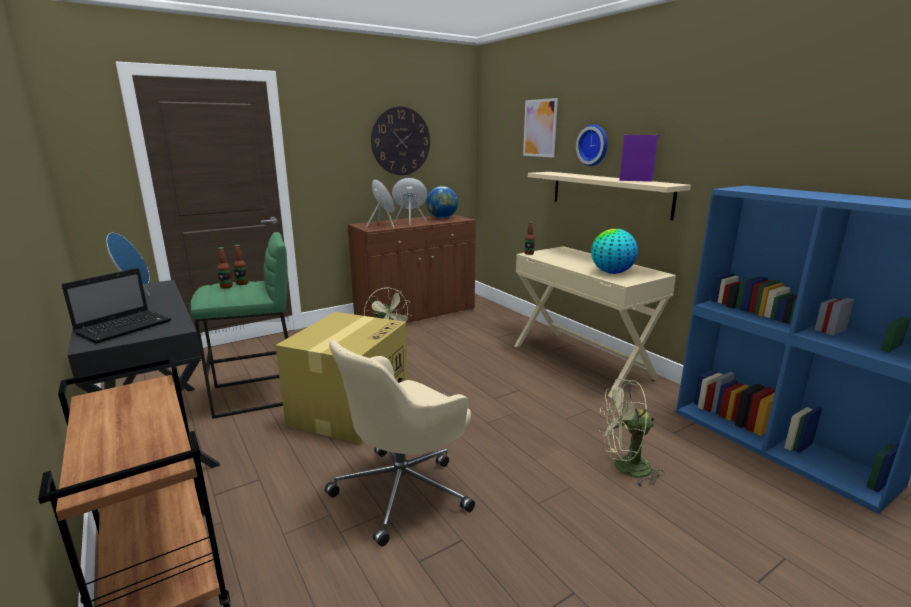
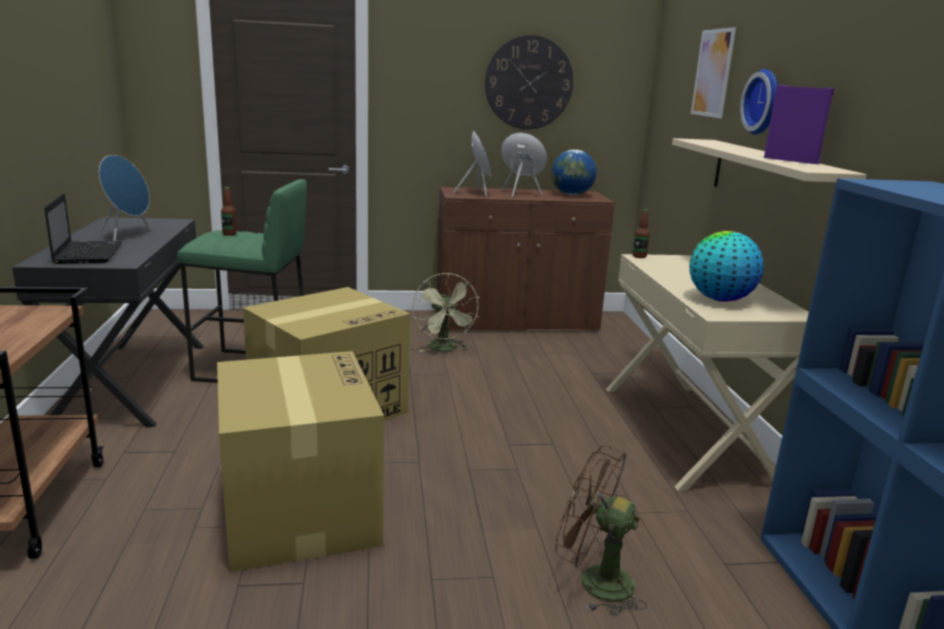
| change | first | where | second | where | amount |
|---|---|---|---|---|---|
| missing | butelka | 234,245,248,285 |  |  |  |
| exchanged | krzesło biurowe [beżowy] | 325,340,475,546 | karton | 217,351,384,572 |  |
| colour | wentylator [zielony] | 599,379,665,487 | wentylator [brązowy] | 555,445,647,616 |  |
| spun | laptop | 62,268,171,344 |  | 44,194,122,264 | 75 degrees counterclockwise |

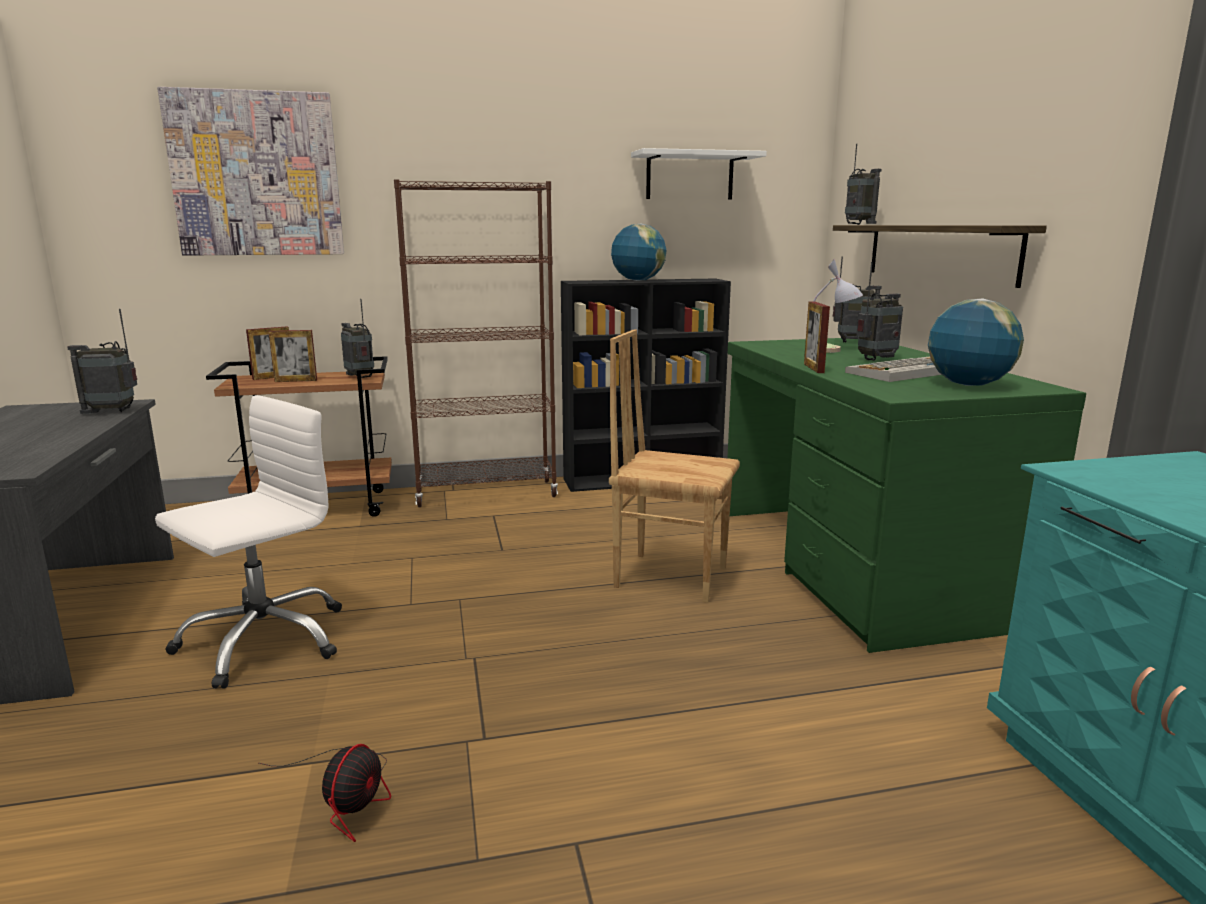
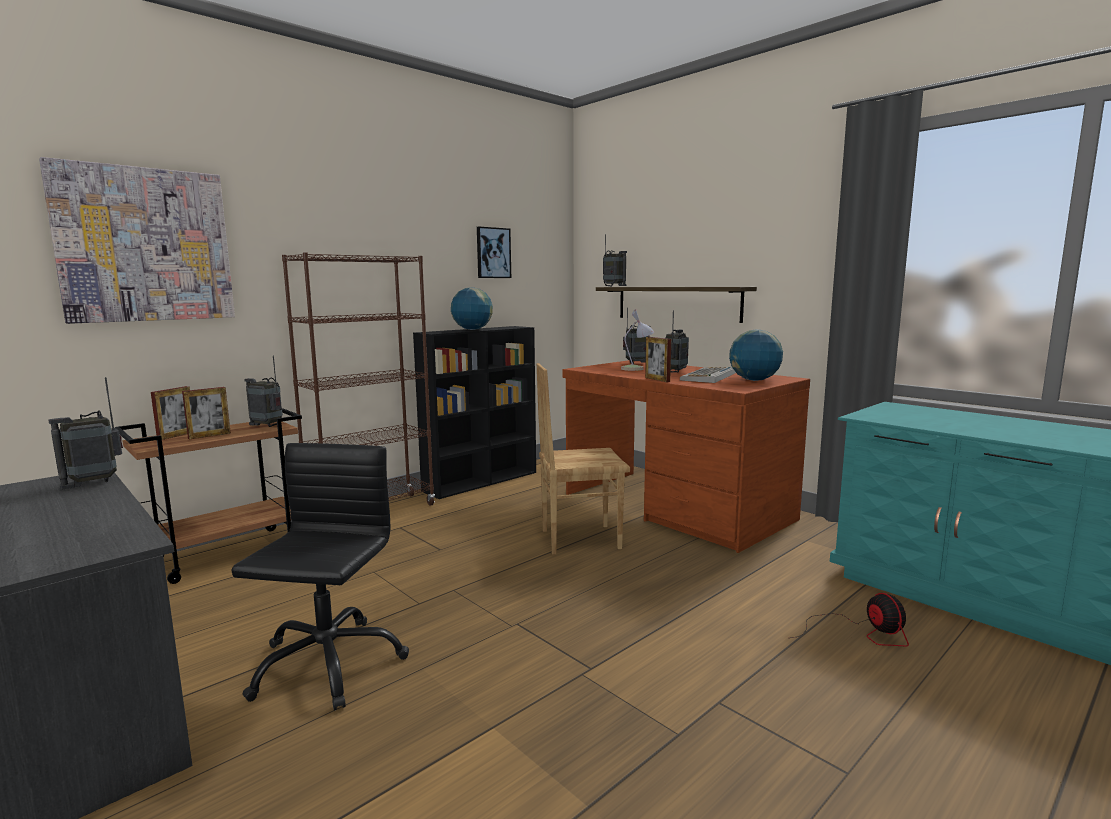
| change | first | where | second | where | amount |
|---|---|---|---|---|---|
| relocated | wentylator | 259,744,391,842 |  | 791,593,909,647 |  |
| exchanged | półka [biały] | 631,148,767,200 | obraz | 477,226,511,278 |  |
| colour | krzesło biurowe [biały] | 155,395,342,688 | krzesło biurowe [czarny] | 231,443,409,710 |  |
| colour | biurko [zielony] | 727,338,1086,653 | biurko [brązowy] | 562,360,810,553 |  |

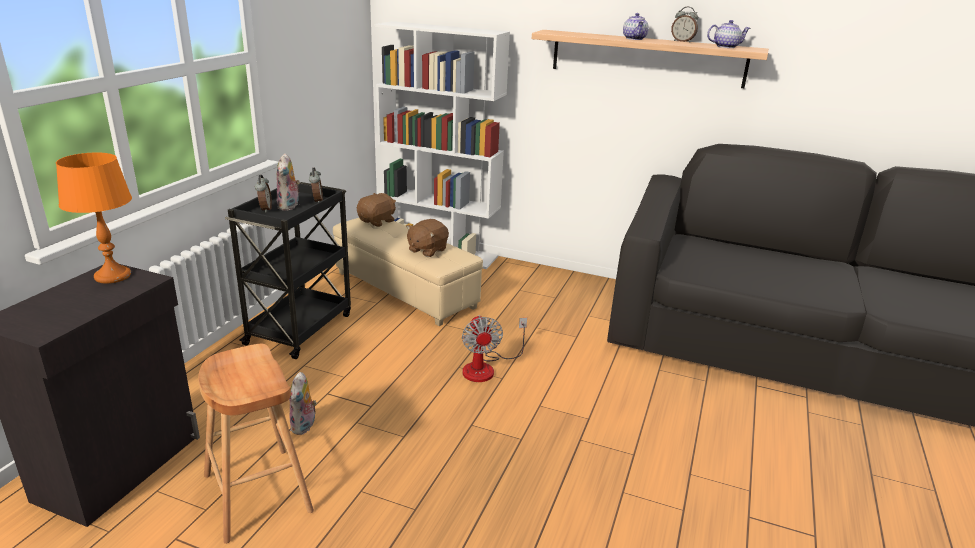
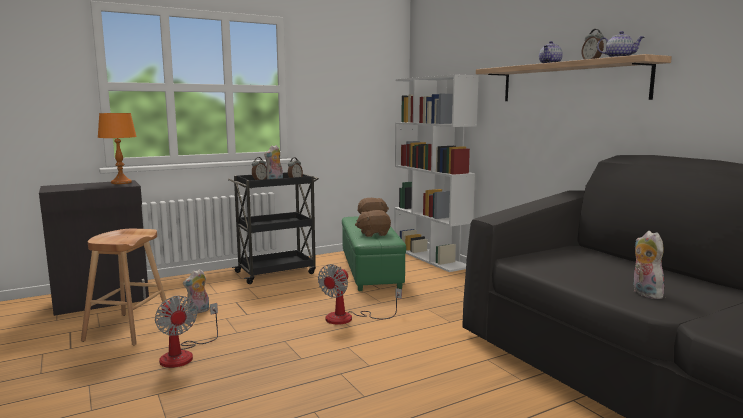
| change | first | where | second | where | amount |
|---|---|---|---|---|---|
| appeared |  |  | wentylator | 155,296,218,368 |  |
| appeared |  |  | pluszak | 633,231,664,299 |  |
| colour | pufa [beżowy] | 333,218,483,326 | pufa [zielony] | 342,216,406,291 |  |

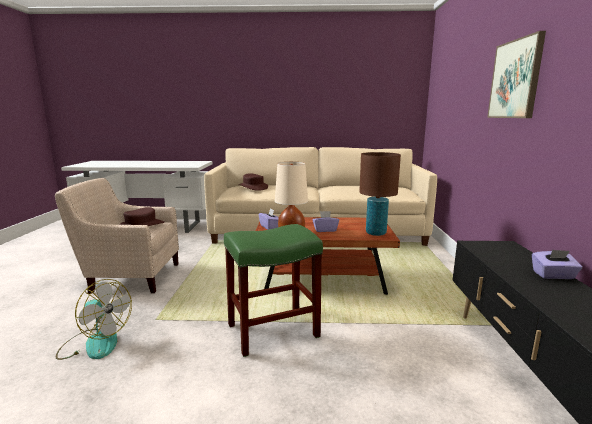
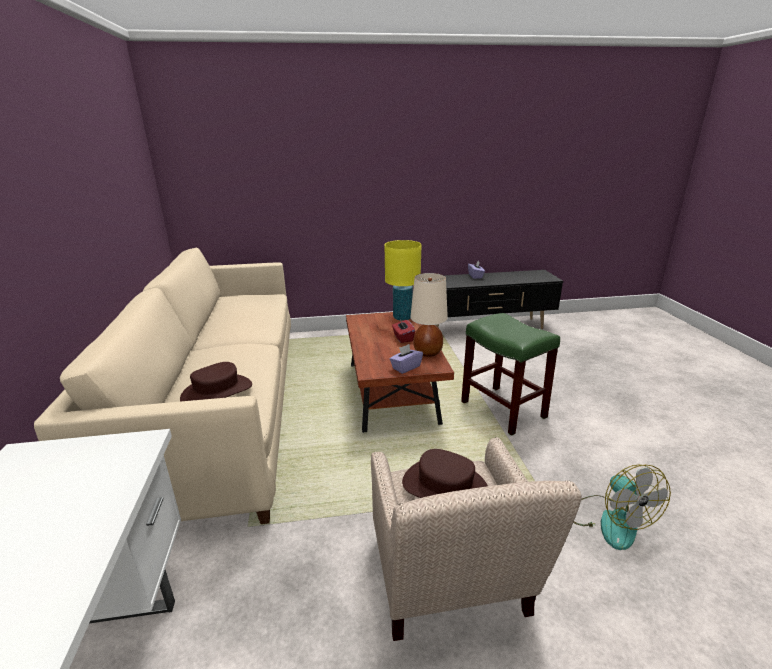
| change | first | where | second | where | amount |
|---|---|---|---|---|---|
| missing | obraz | 487,31,546,118 |  |  |  |
| colour | pudełko chusteczek [fioletowy] | 313,211,339,232 | pudełko chusteczek [czerwony] | 392,320,415,343 |  |
| colour | lampa stołowa [brązowy] | 359,152,401,236 | lampa stołowa [żółty] | 384,240,421,321 |  |
| spun | wentylator | 56,279,132,360 |  | 573,464,671,550 | 150 degrees clockwise |

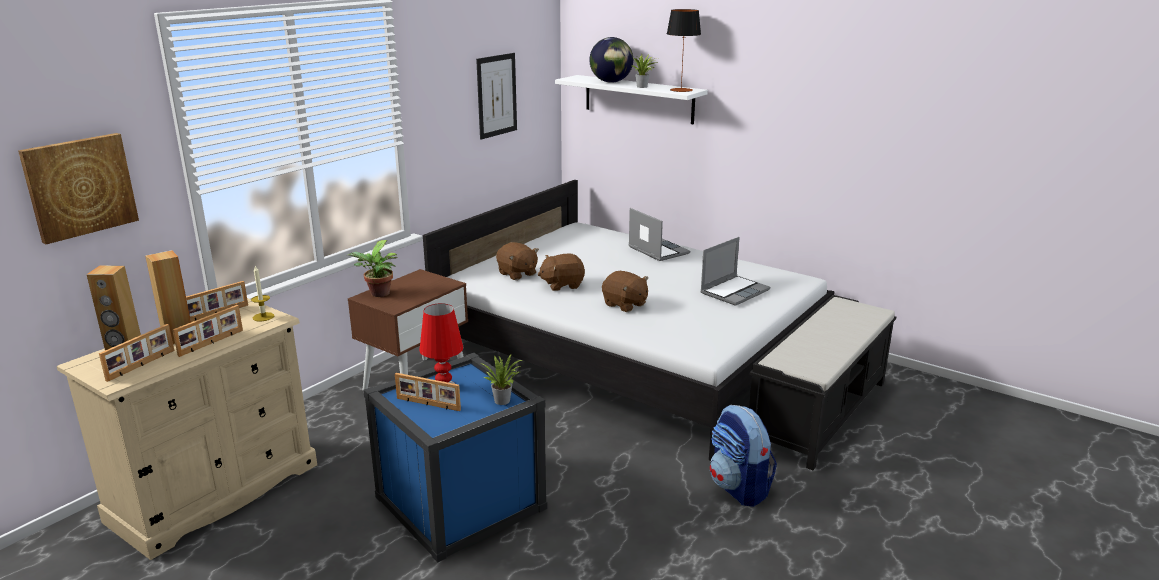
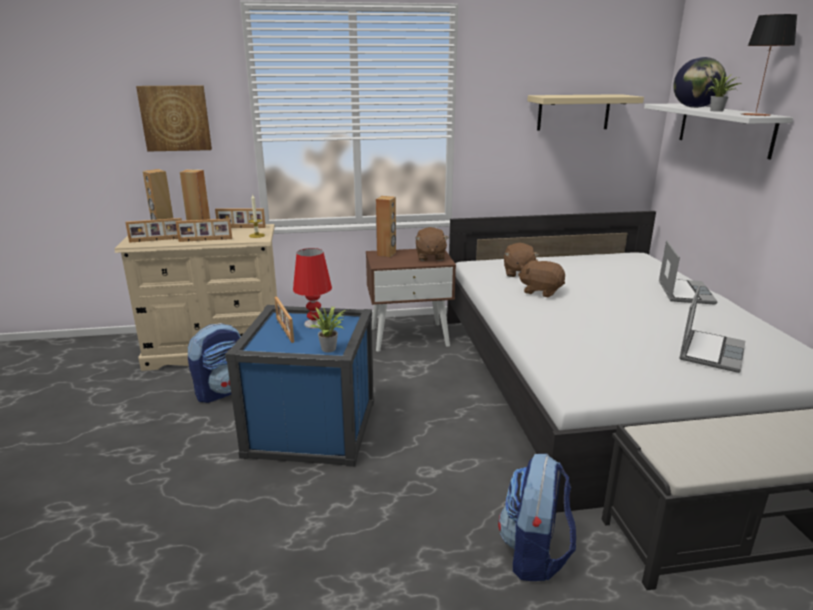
| change | first | where | second | where | amount |
|---|---|---|---|---|---|
| appeared |  |  | plecak | 188,323,241,403 |  |
| relocated | pluszak [brązowy] | 602,271,648,312 |  | 415,227,449,261 |  |
| exchanged | roślina doniczkowa | 346,240,397,297 | głośnik [brązowy] | 376,196,396,257 |  |
| exchanged | obraz | 476,53,517,140 | półka [beżowy] | 527,94,644,131 |  |
| spun | laptop | 700,237,770,306 |  | 679,284,745,373 | 60 degrees counterclockwise |

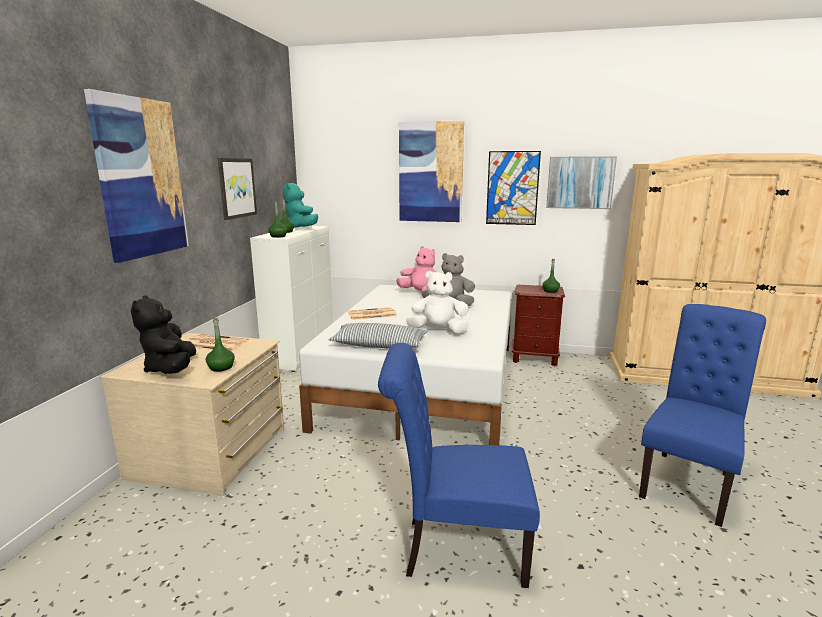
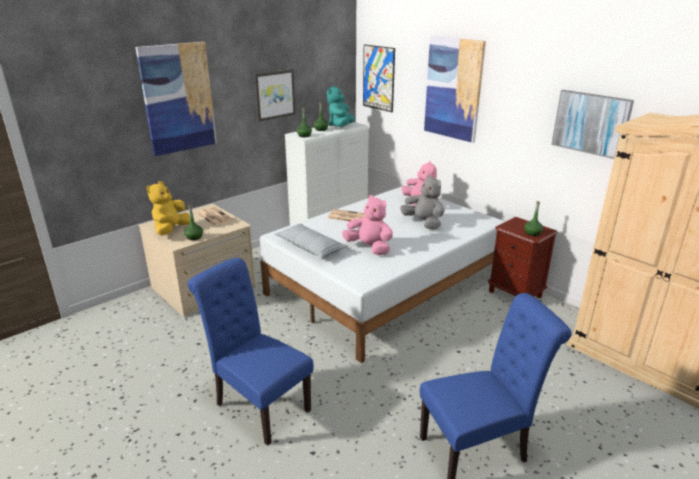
| change | first | where | second | where | amount |
|---|---|---|---|---|---|
| relocated | obraz | 486,151,541,225 |  | 363,44,395,112 |  |
| colour | pluszak [czarny] | 131,295,196,374 | pluszak [żółty] | 146,181,190,235 |  |
| colour | pluszak [biały] | 406,270,469,334 | pluszak [różowy] | 342,195,393,255 |  |

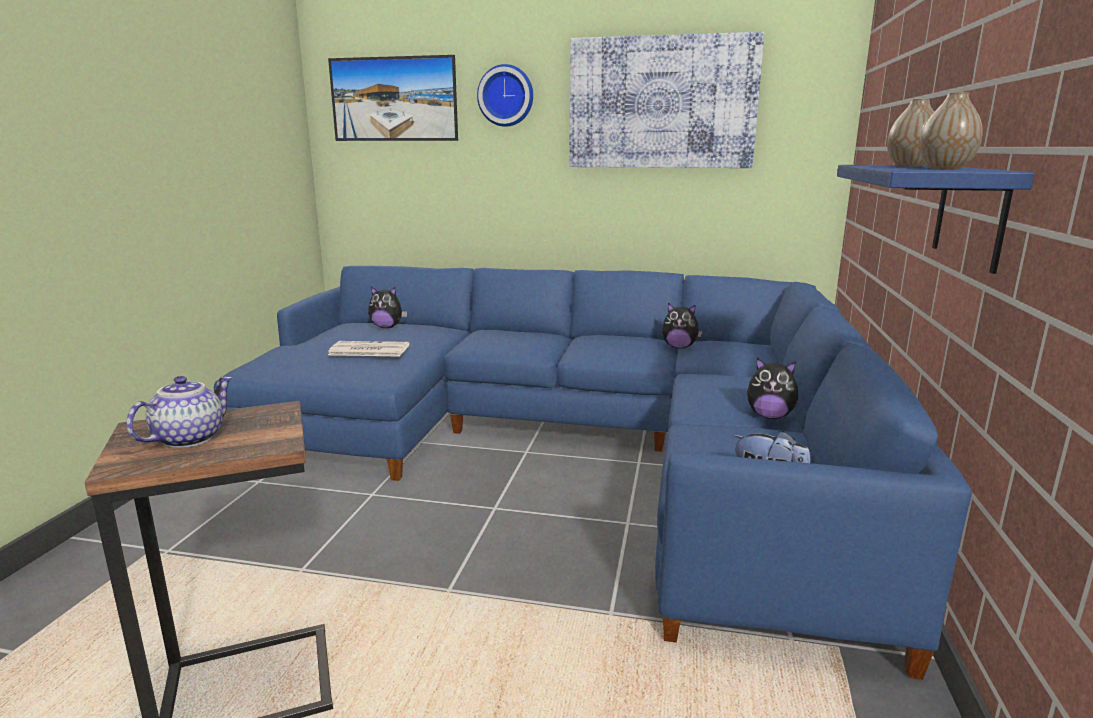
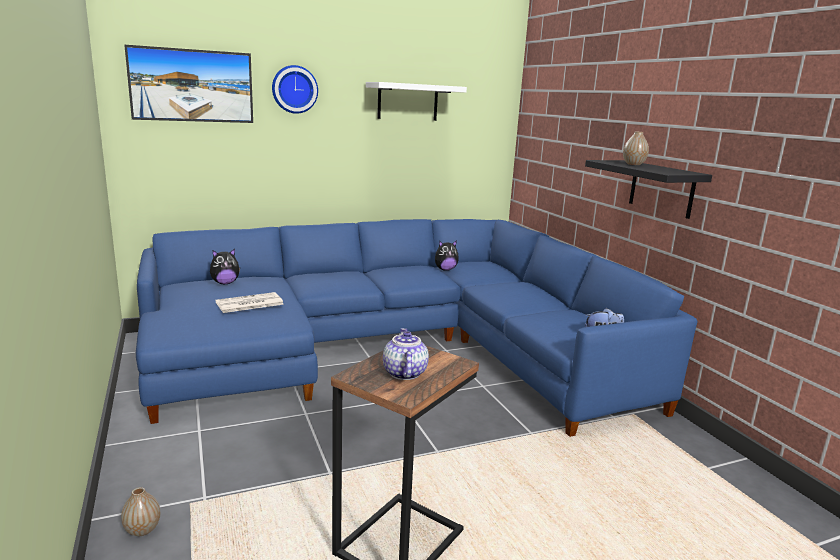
| change | first | where | second | where | amount |
|---|---|---|---|---|---|
| missing | pluszak | 747,358,798,419 |  |  |  |
| relocated | wazon | 919,92,983,169 |  | 121,487,160,536 |  |
| exchanged | obraz | 569,32,764,168 | półka [biały] | 366,82,467,121 |  |
| colour | półka [niebieski] | 837,165,1035,274 | półka [czarny] | 585,160,712,219 |  |

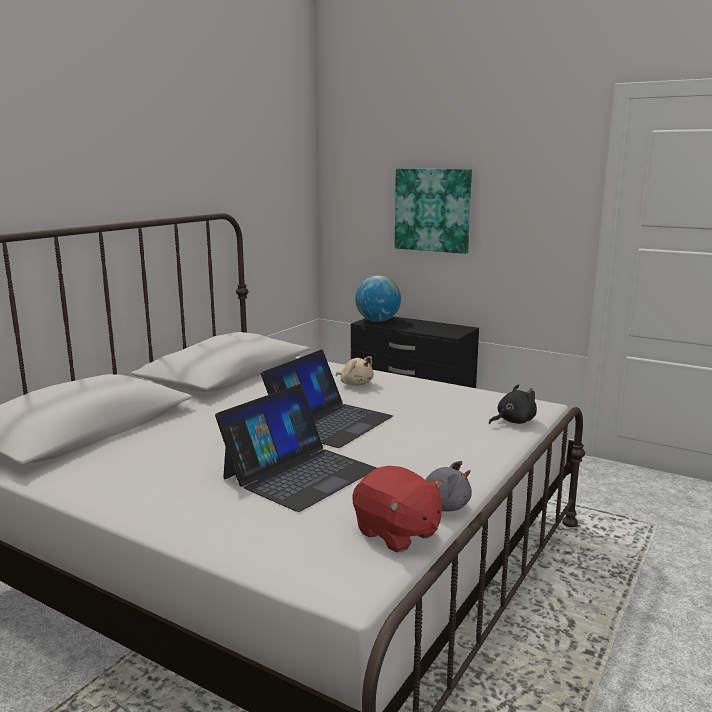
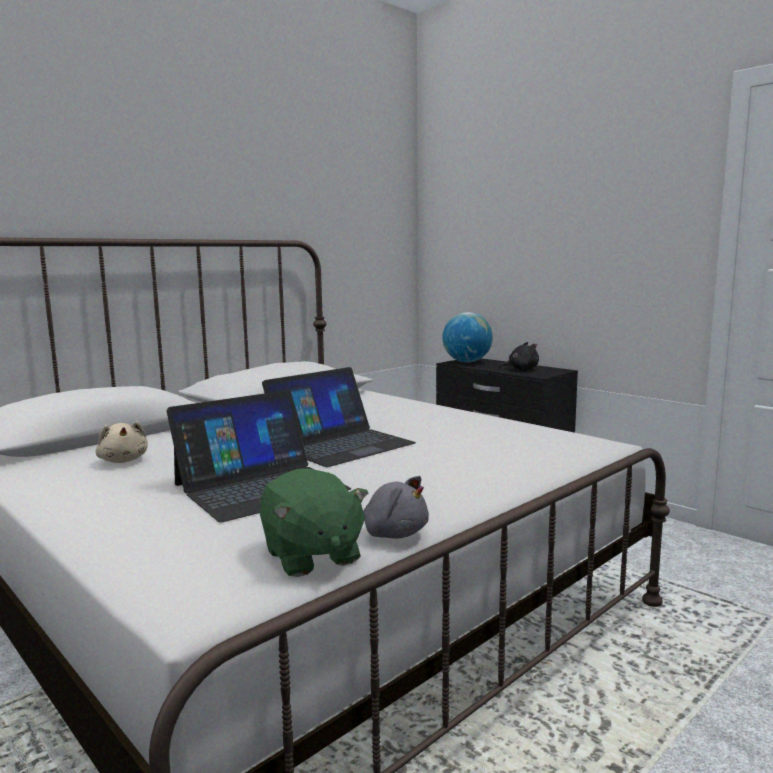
| change | first | where | second | where | amount |
|---|---|---|---|---|---|
| missing | obraz | 395,169,472,254 |  |  |  |
| relocated | pluszak [beżowy] | 336,356,374,386 |  | 95,422,148,463 |  |
| relocated | pluszak [czarny] | 489,384,537,424 |  | 498,342,539,370 |  |
| colour | pluszak [czerwony] | 352,466,443,552 | pluszak [zielony] | 259,469,368,577 |  |

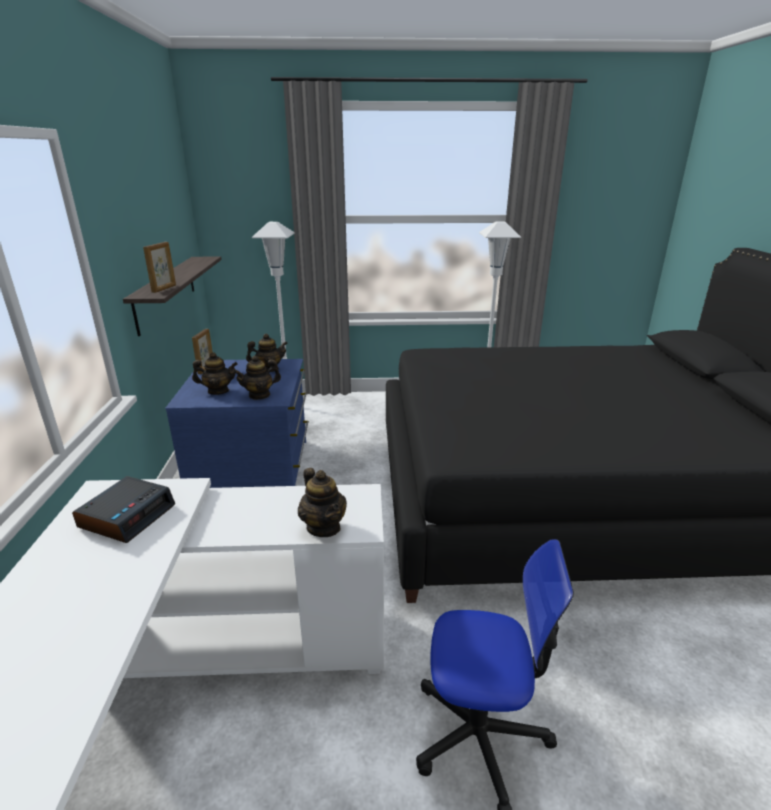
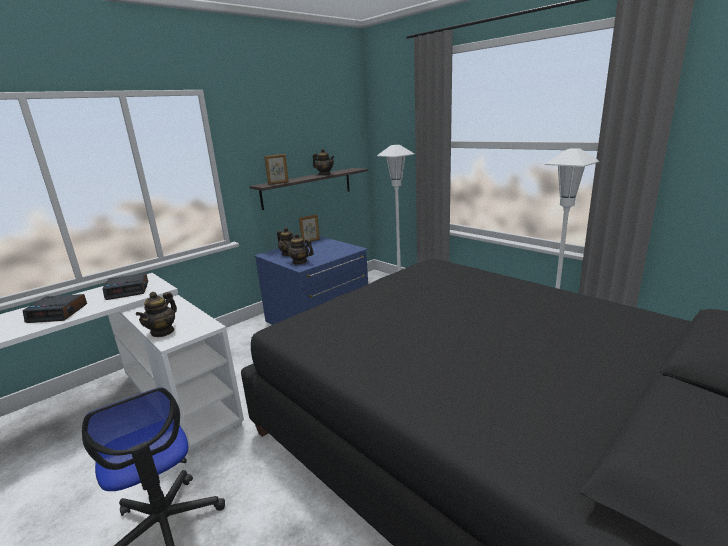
| change | first | where | second | where | amount |
|---|---|---|---|---|---|
| appeared |  |  | budzik | 23,294,87,323 |  |
| relocated | imbryk | 246,333,288,372 |  | 313,149,335,175 |  |

